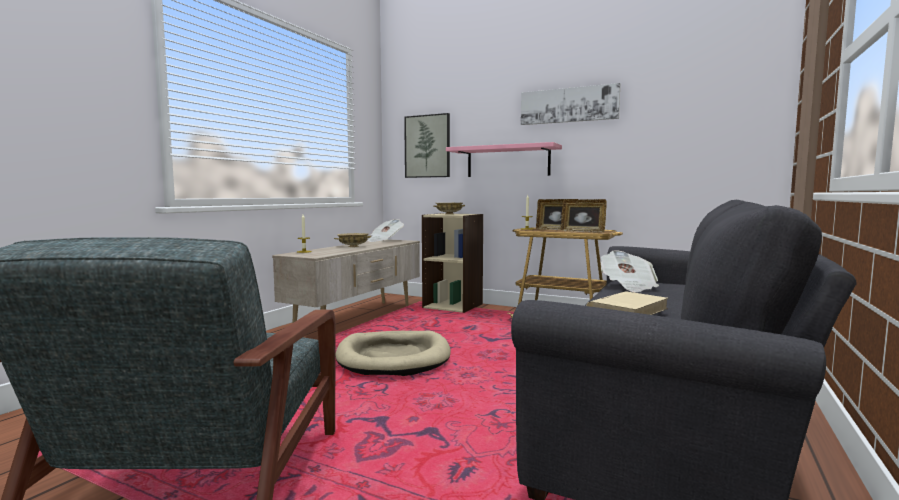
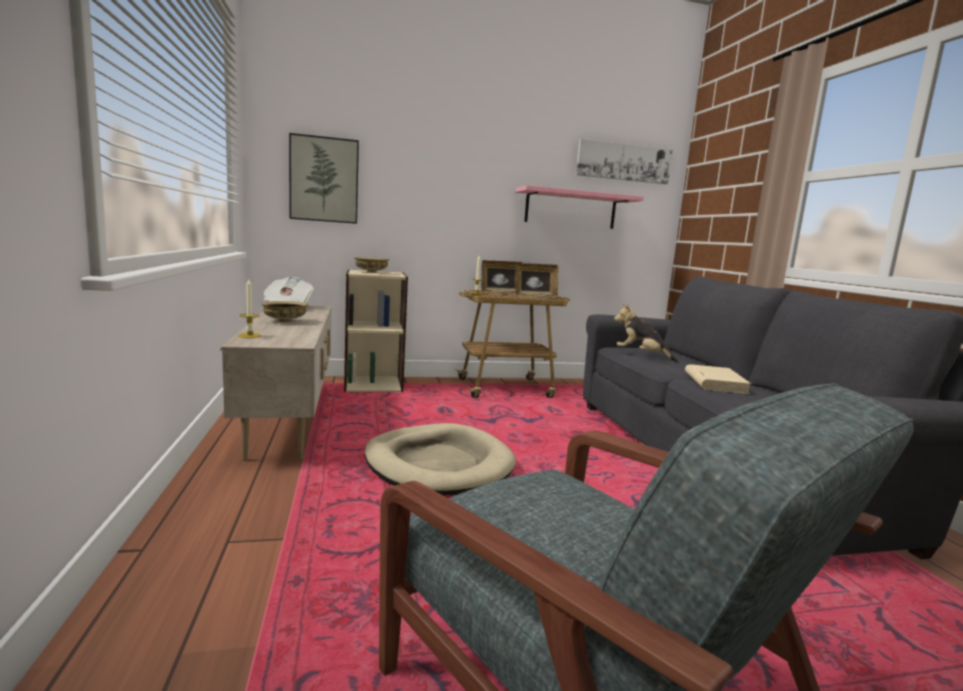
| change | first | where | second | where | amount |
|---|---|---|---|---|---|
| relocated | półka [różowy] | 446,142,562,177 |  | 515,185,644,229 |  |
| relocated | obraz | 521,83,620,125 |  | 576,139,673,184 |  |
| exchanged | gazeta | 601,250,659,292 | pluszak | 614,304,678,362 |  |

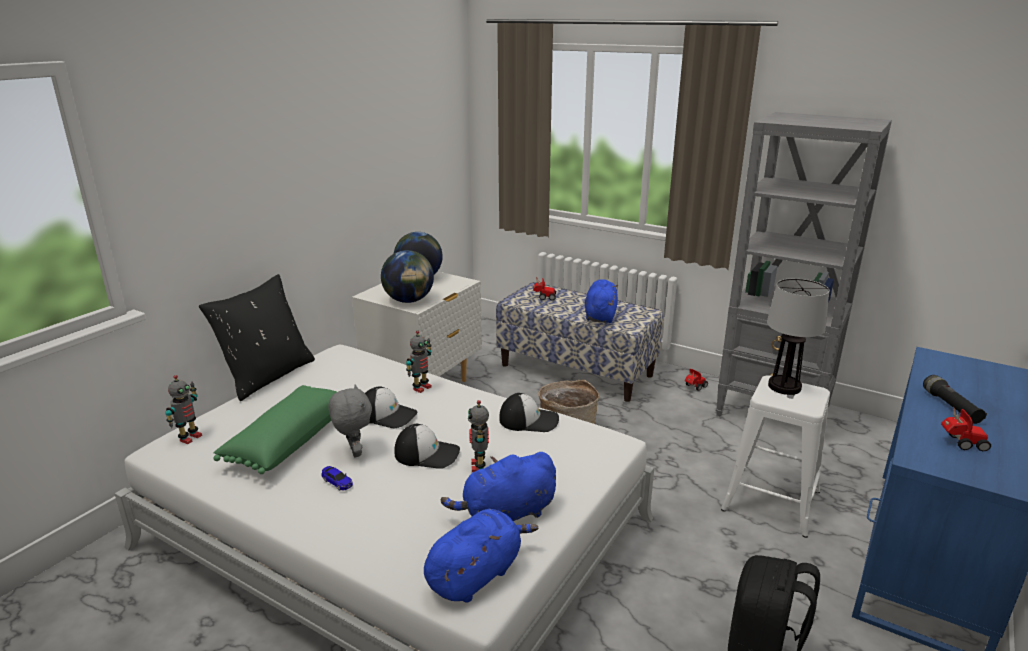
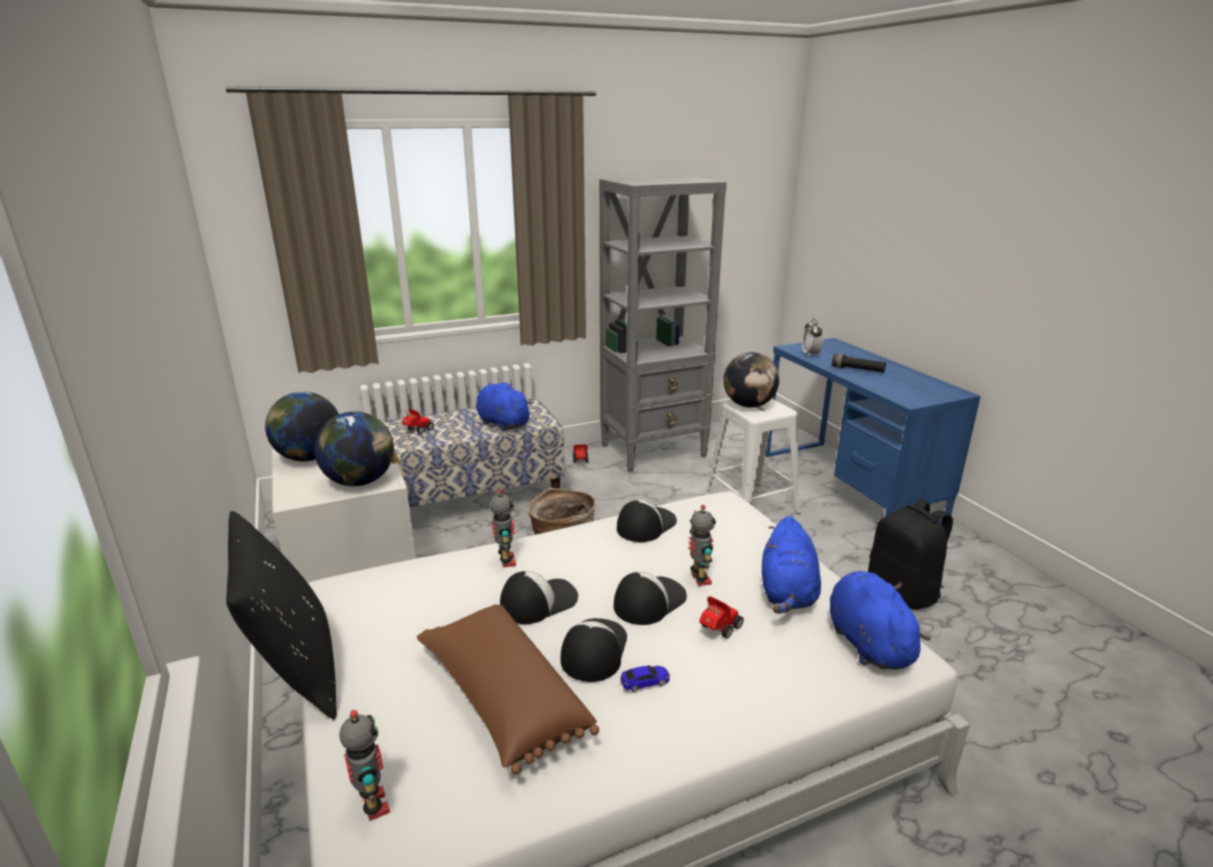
| change | first | where | second | where | amount |
|---|---|---|---|---|---|
| appeared |  |  | budzik | 802,319,823,356 |  |
| relocated | samochodzik | 941,408,991,451 |  | 699,596,744,639 |  |
| exchanged | pluszak [szary] | 328,384,372,457 | czapka z daszkiem | 561,618,627,682 |  |
| exchanged | lampa stołowa | 767,278,830,395 | globus | 723,352,779,408 |  |
| colour | poduszka [zielony] | 213,385,337,474 | poduszka [brązowy] | 417,604,599,775 |  |
| spun | robot zabawkowy | 468,400,489,472 |  | 688,505,716,586 | 135 degrees counterclockwise |

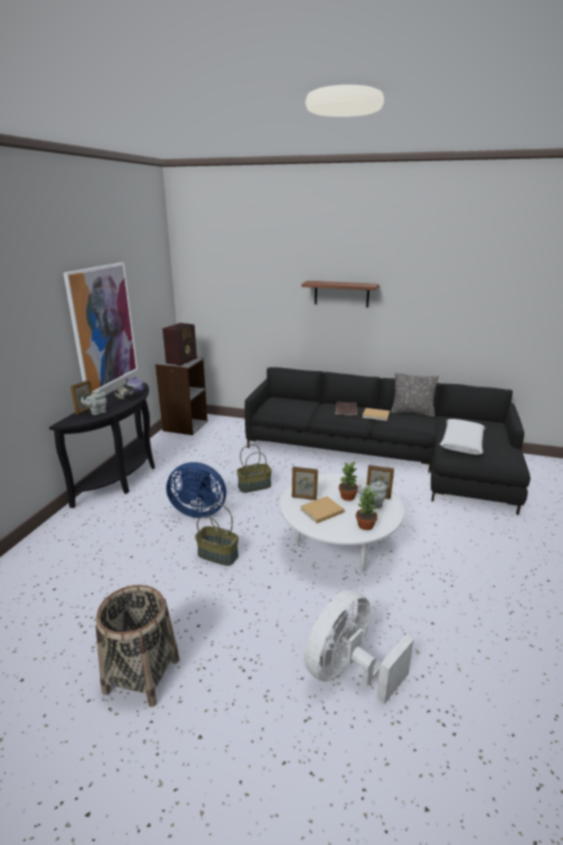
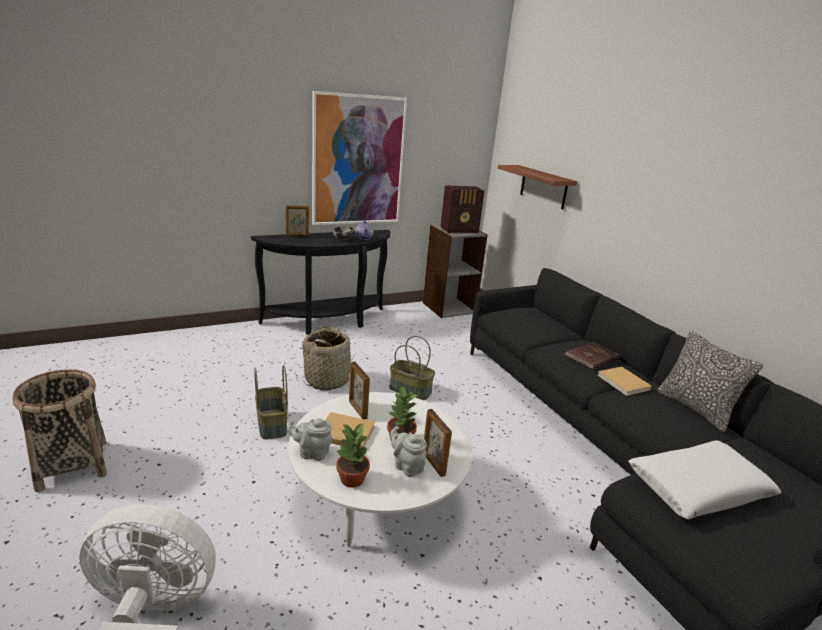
| change | first | where | second | where | amount |
|---|---|---|---|---|---|
| relocated | imbryk [szary] | 81,389,107,415 |  | 287,418,333,461 |  |
| relocated | półka | 302,281,379,307 |  | 498,165,577,209 |  |
| exchanged | wentylator [niebieski] | 166,462,226,518 | koszyk | 302,326,353,390 |  |

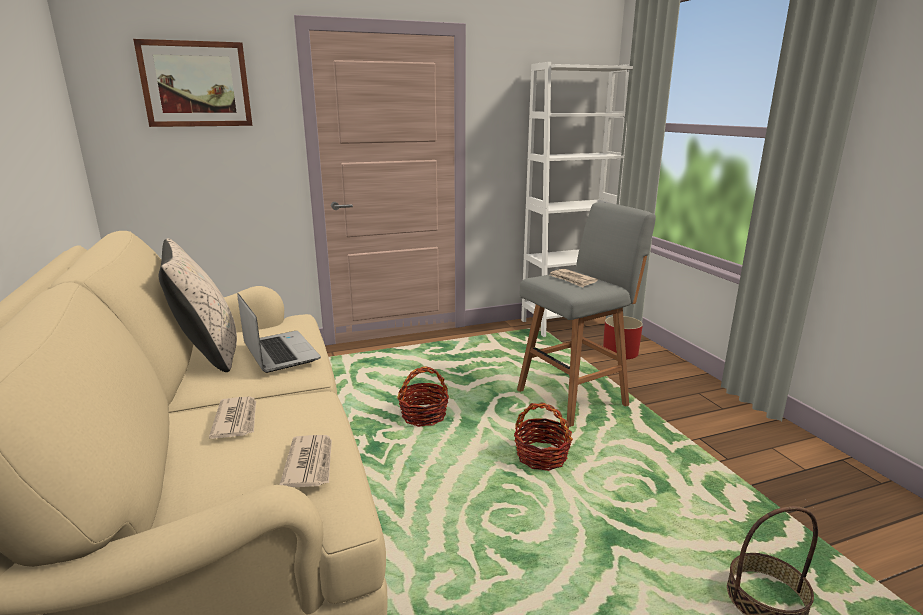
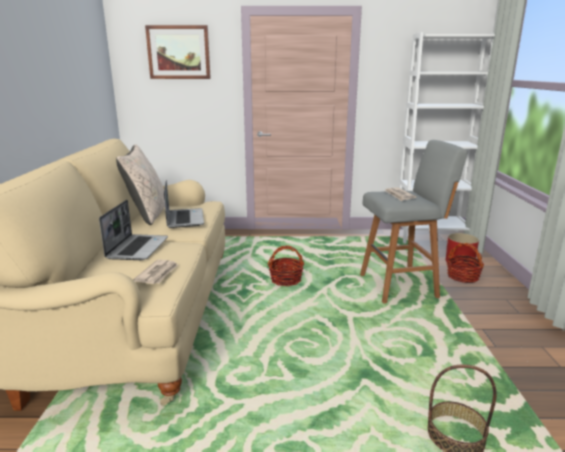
| change | first | where | second | where | amount |
|---|---|---|---|---|---|
| relocated | koszyk | 514,402,573,471 |  | 446,243,484,283 |  |
| exchanged | gazeta | 209,397,256,439 | laptop | 99,200,168,260 |  |

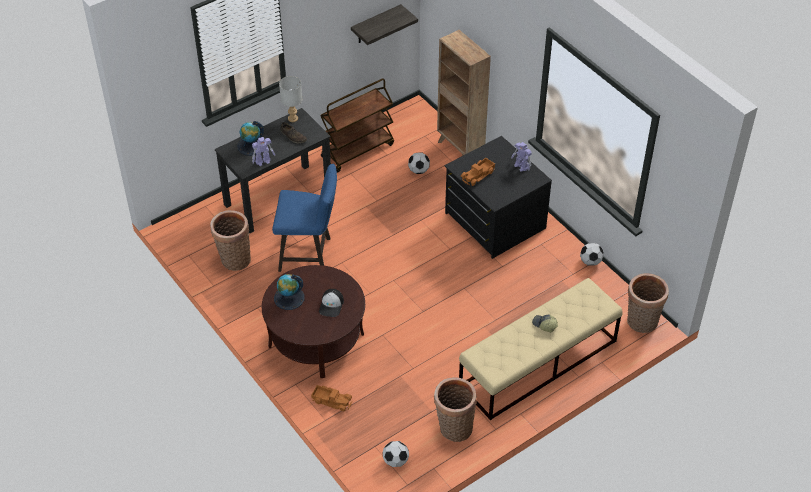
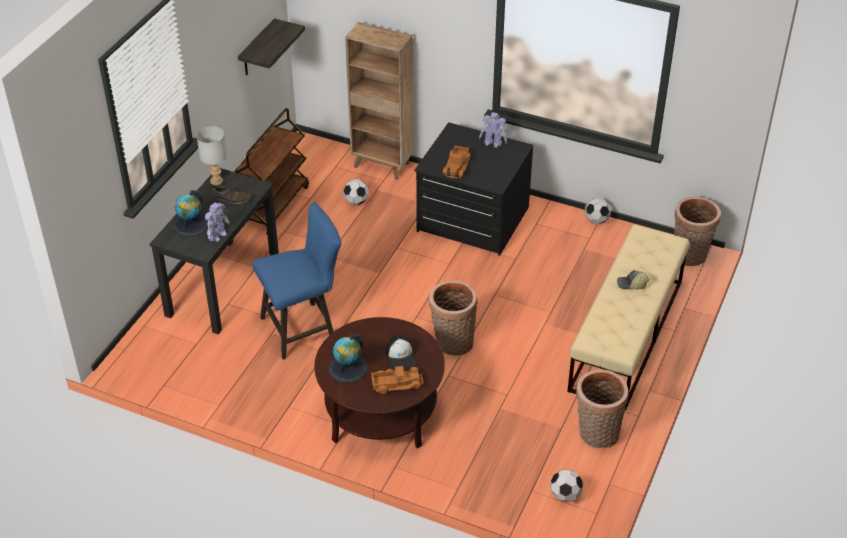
| change | first | where | second | where | amount |
|---|---|---|---|---|---|
| relocated | koszyk | 210,210,251,271 |  | 429,280,478,356 |  |
| relocated | ciężarówka zabawkowa | 311,385,352,411 |  | 371,366,423,394 |  |

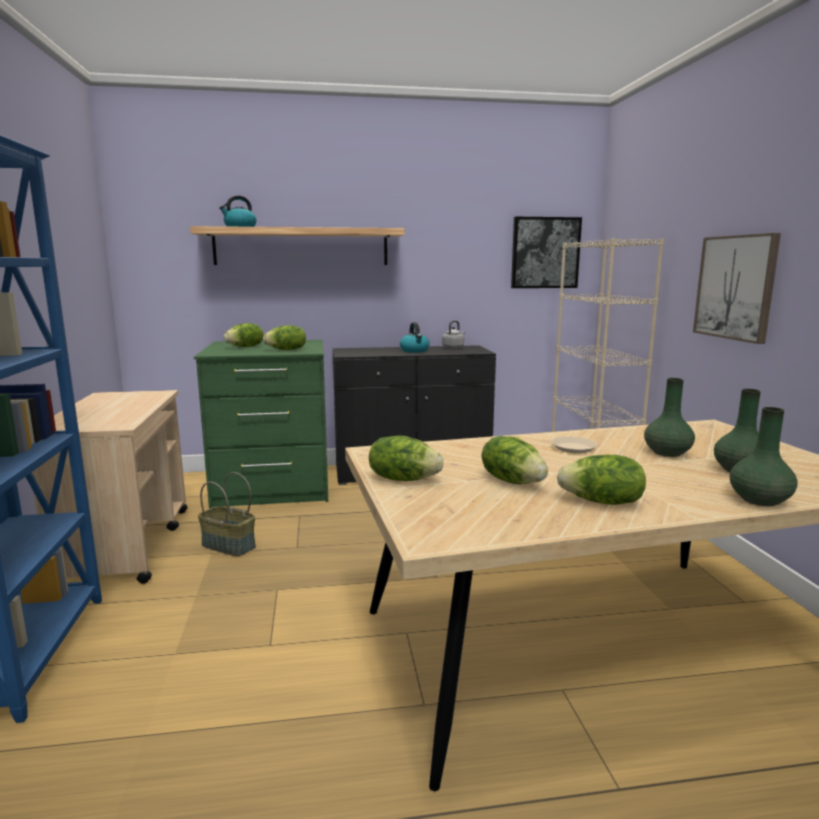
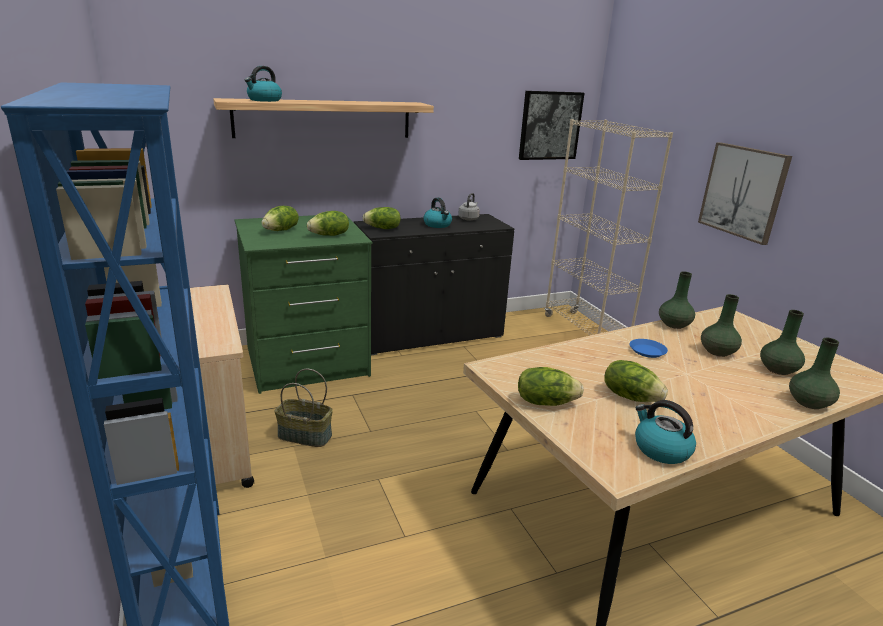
| change | first | where | second | where | amount |
|---|---|---|---|---|---|
| appeared |  |  | czajnik | 635,400,696,464 |  |
| appeared |  |  | wazon [zielony] | 659,271,695,329 |  |
| relocated | sałata | 557,455,646,505 |  | 363,207,401,229 |  |
| colour | talerz [beżowy] | 551,436,597,454 | talerz [niebieski] | 630,339,668,358 |  |

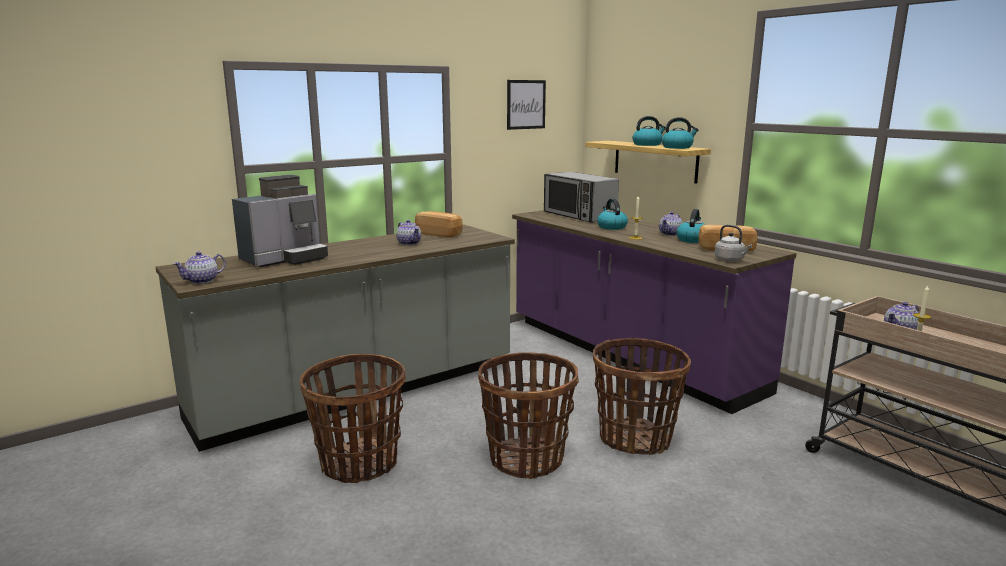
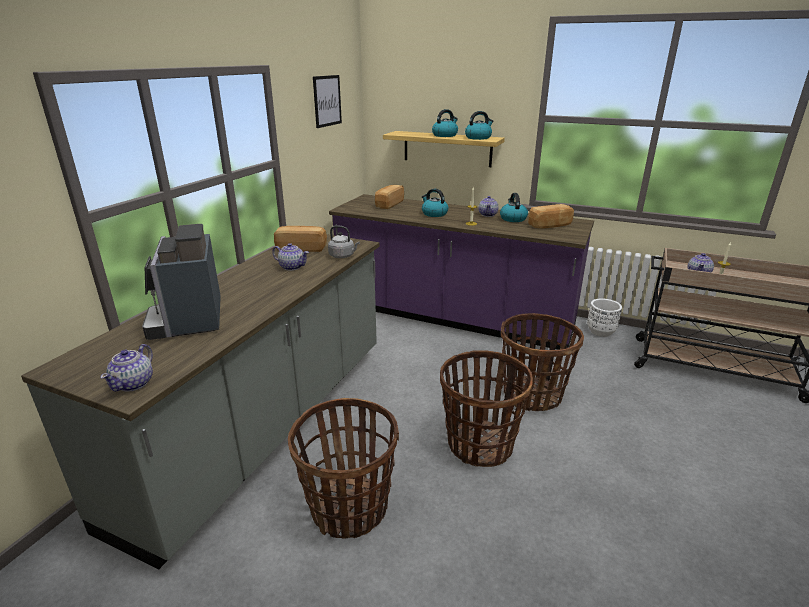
| change | first | where | second | where | amount |
|---|---|---|---|---|---|
| appeared |  |  | donica [biały] | 587,298,622,337 |  |
| relocated | czajnik [szary] | 714,225,752,262 |  | 328,225,360,258 |  |
| exchanged | mikrofalówka | 544,172,619,223 | chleb | 375,185,404,209 |  |
| spun | ekspres do kawy | 232,175,328,267 |  | 142,224,221,340 | 150 degrees clockwise |

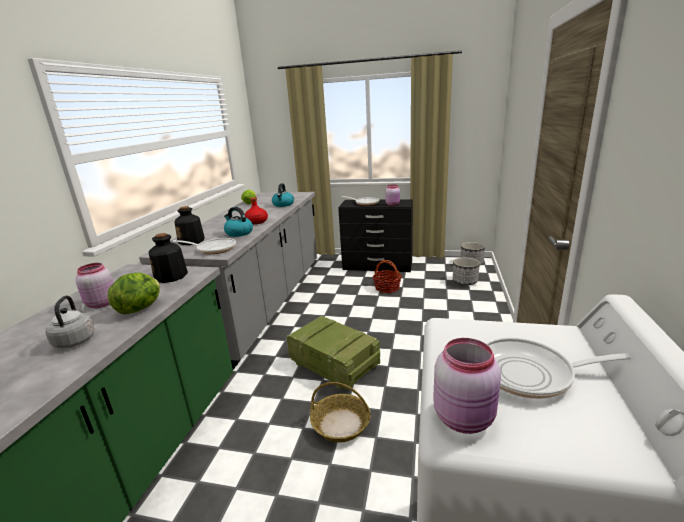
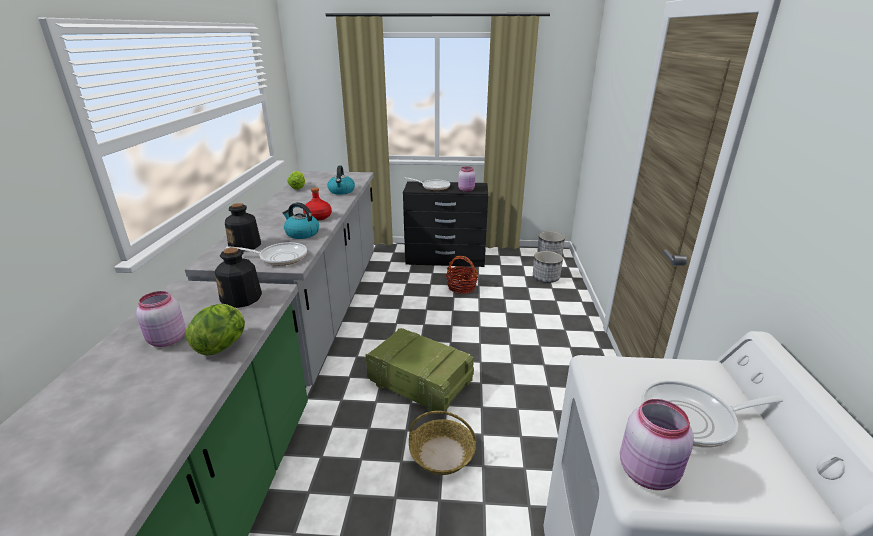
| change | first | where | second | where | amount |
|---|---|---|---|---|---|
| missing | czajnik [szary] | 45,295,95,348 |  |  |  |

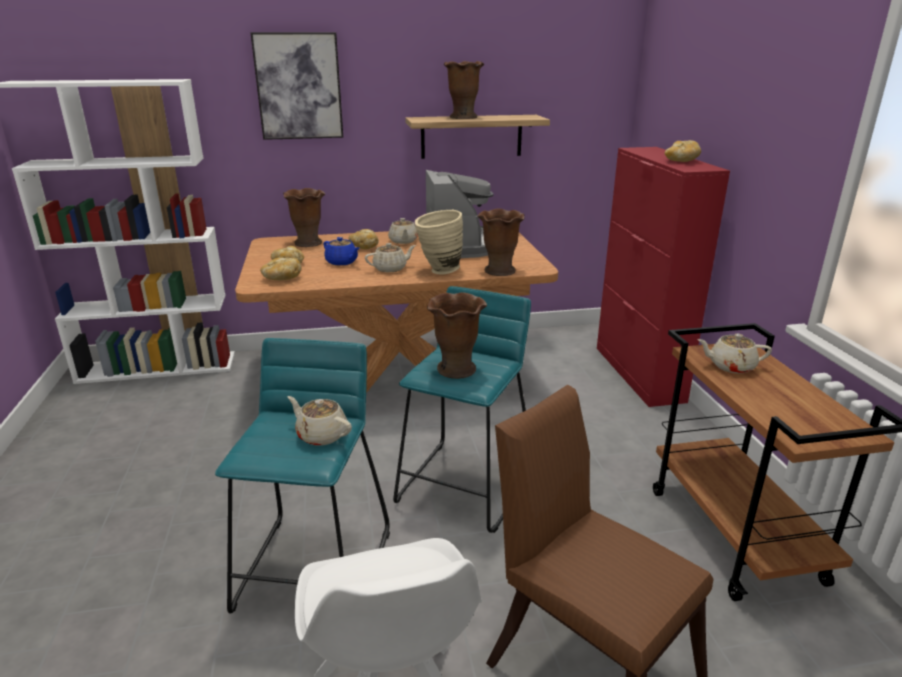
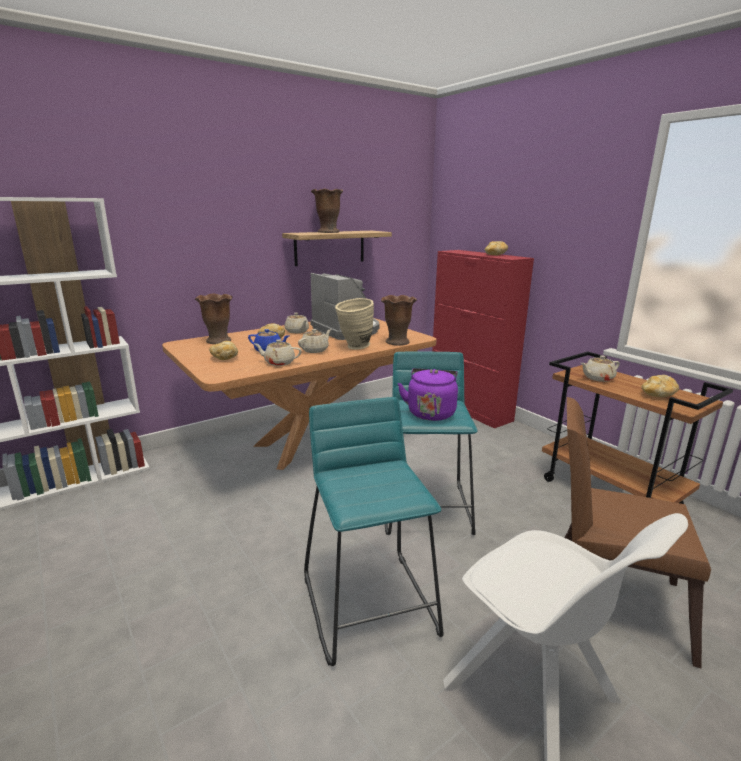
| change | first | where | second | where | amount |
|---|---|---|---|---|---|
| missing | obraz | 250,32,343,140 |  |  |  |
| relocated | chleb | 260,258,302,280 |  | 642,375,679,397 |  |
| relocated | imbryk [beżowy] | 287,396,352,446 |  | 255,340,302,366 |  |
| exchanged | wazon [brązowy] | 427,292,487,379 | czajnik [fioletowy] | 398,368,458,421 |  |

